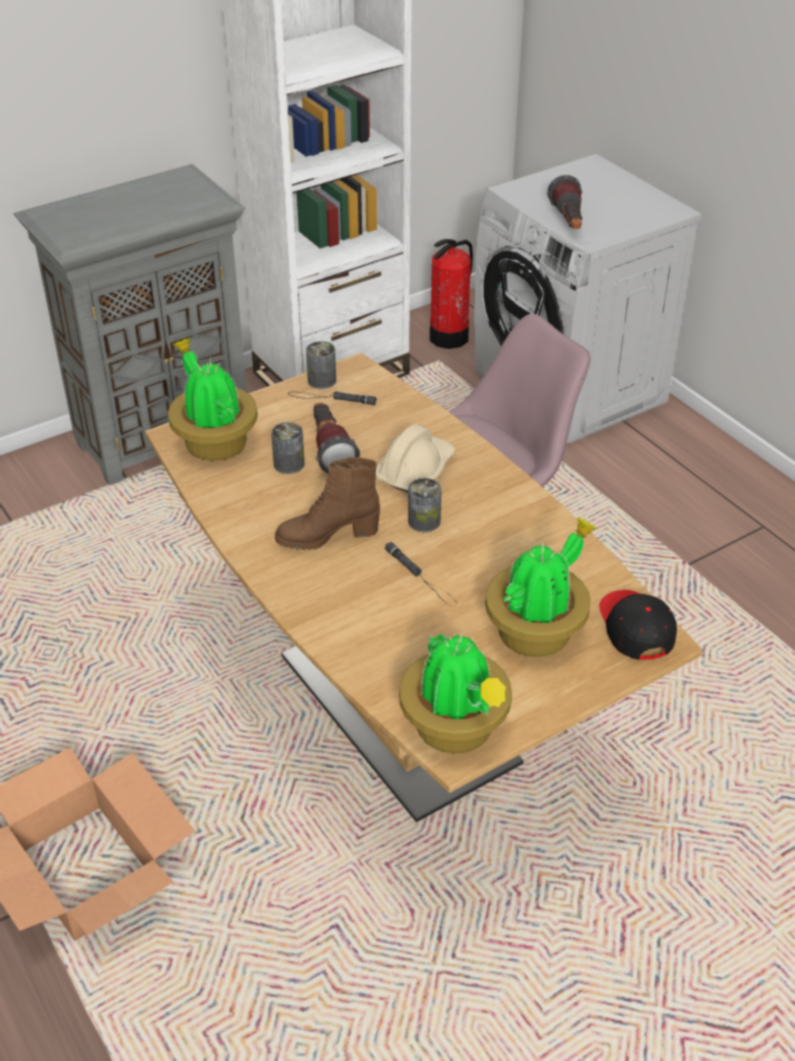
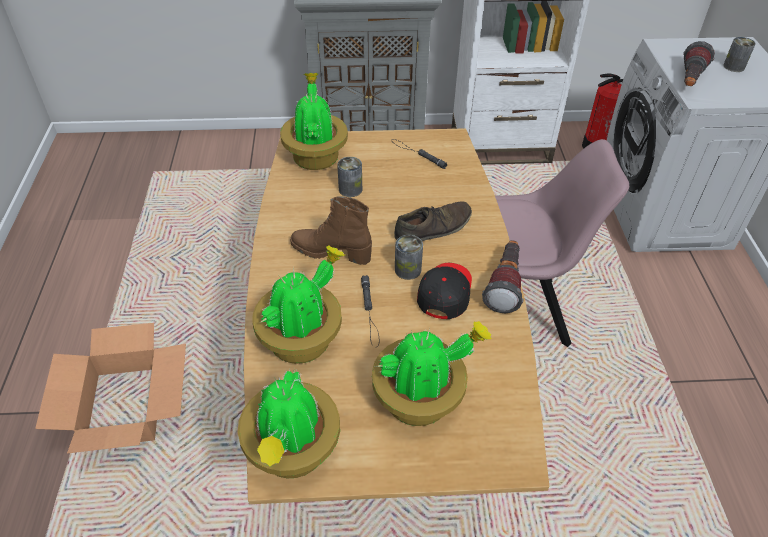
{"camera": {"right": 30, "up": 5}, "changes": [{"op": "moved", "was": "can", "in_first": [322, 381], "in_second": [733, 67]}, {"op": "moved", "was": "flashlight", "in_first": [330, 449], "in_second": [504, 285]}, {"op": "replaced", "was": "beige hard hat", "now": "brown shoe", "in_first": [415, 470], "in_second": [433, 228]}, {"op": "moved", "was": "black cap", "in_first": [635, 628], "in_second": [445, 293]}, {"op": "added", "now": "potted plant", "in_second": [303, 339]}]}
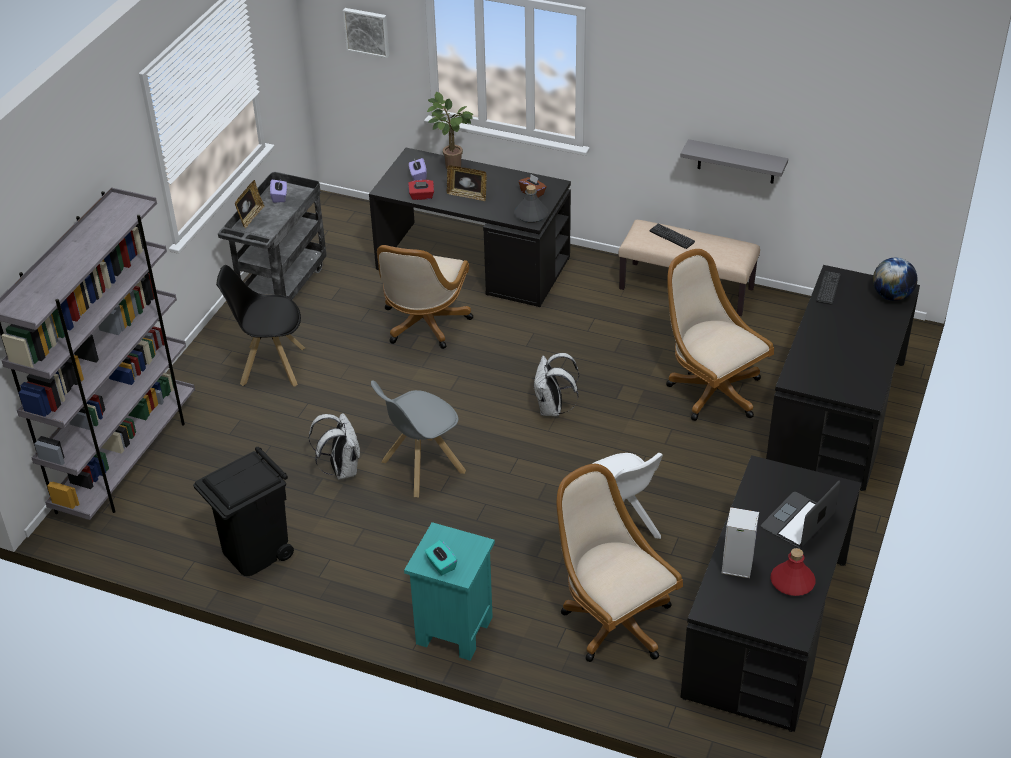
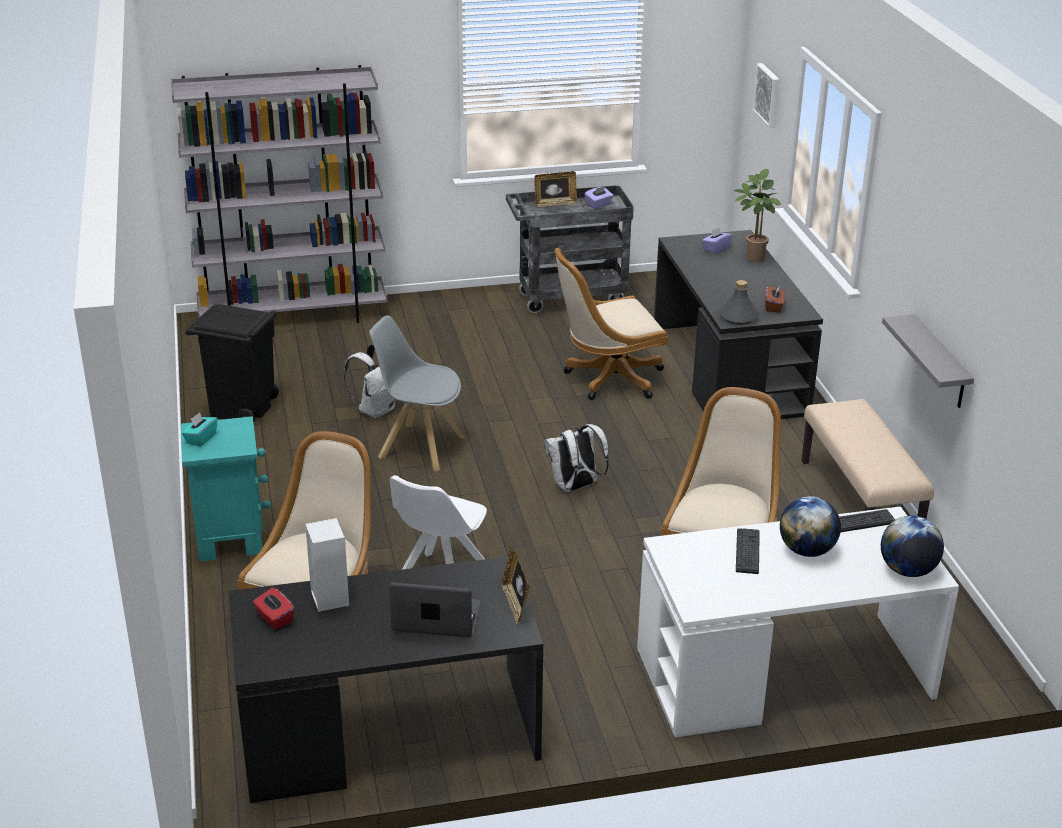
{"camera": {"right": 55, "up": -10}, "changes": [{"op": "moved", "was": "picture frame", "in_first": [467, 195], "in_second": [515, 604]}, {"op": "moved", "was": "red tissue box", "in_first": [421, 196], "in_second": [274, 618]}, {"op": "moved", "was": "keyboard", "in_first": [672, 236], "in_second": [747, 551]}, {"op": "removed", "was": "black chair", "in_first": [270, 365]}, {"op": "recoloured", "was": "black desk", "now": "white desk", "in_first": [837, 413], "in_second": [784, 675]}, {"op": "removed", "was": "red bottle", "in_first": [792, 582]}, {"op": "added", "now": "globe", "in_second": [807, 550]}]}
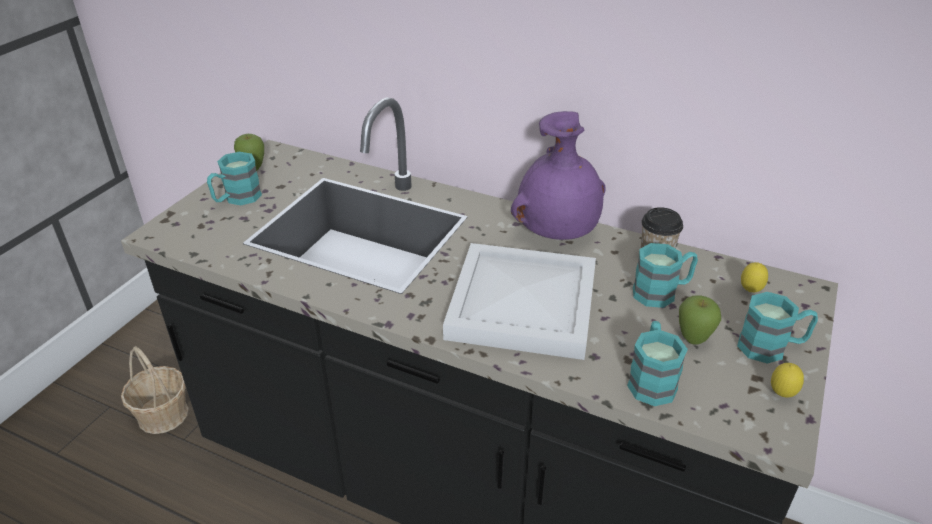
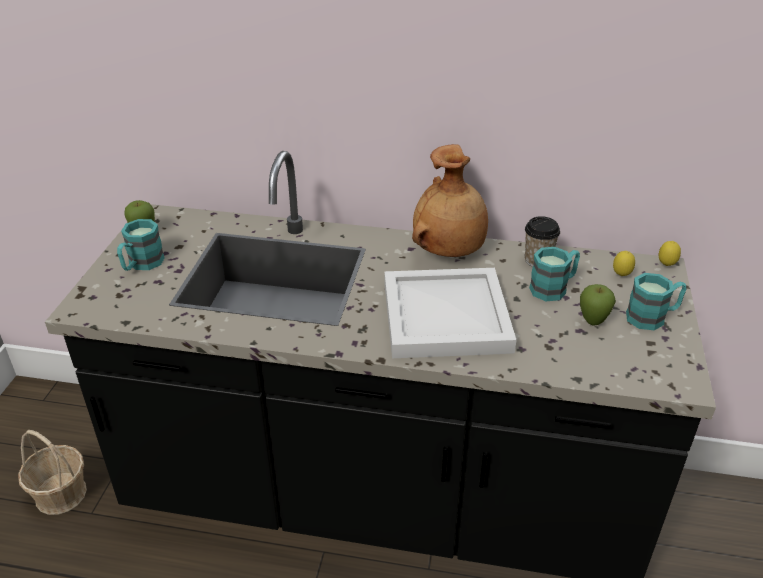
{"camera": {"right": -15, "up": 0}, "changes": [{"op": "recoloured", "was": "purple vase", "now": "brown vase", "in_first": [558, 233], "in_second": [449, 251]}, {"op": "removed", "was": "turquoise mug", "in_first": [651, 379]}, {"op": "moved", "was": "lemon", "in_first": [781, 395], "in_second": [666, 265]}]}
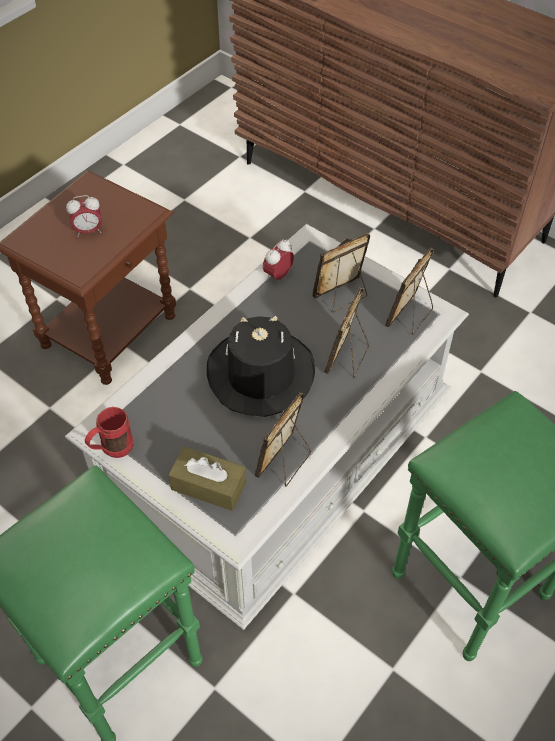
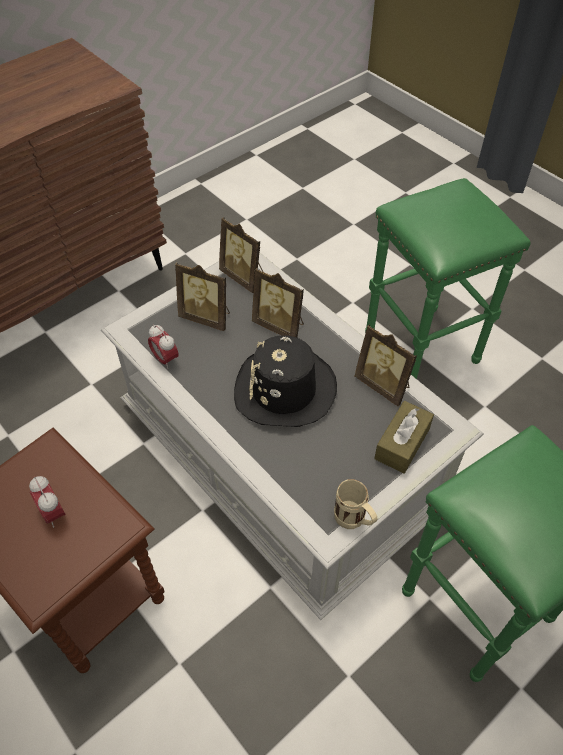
{"camera": {"right": -80, "up": 0}, "changes": [{"op": "turned", "was": "alarm clock", "in_first": [88, 231], "in_second": [53, 513], "clockwise": 150}, {"op": "turned", "was": "picture frame", "in_first": [342, 296], "in_second": [207, 317], "clockwise": -45}, {"op": "recoloured", "was": "red mug", "now": "beige mug", "in_first": [112, 450], "in_second": [354, 521]}]}
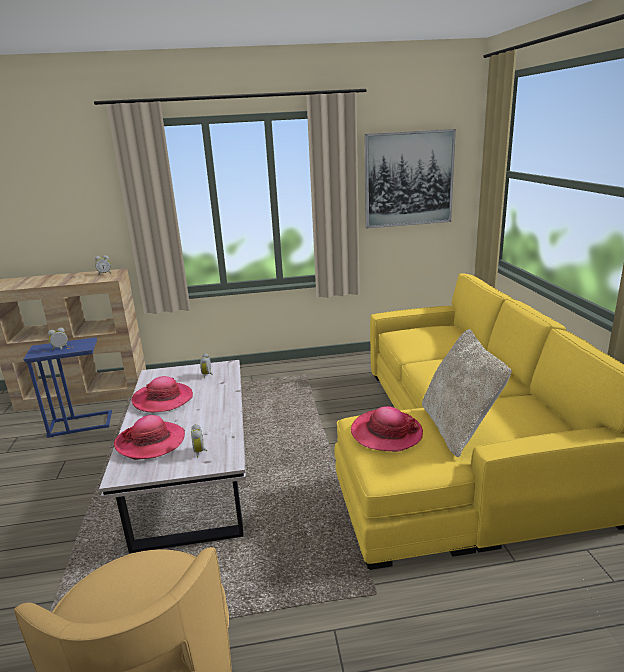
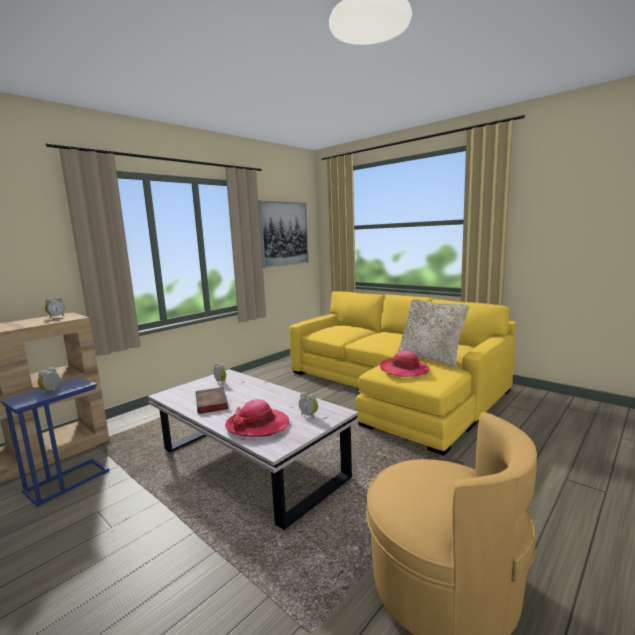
{"camera": {"right": -40, "up": -10}, "changes": [{"op": "replaced", "was": "hat", "now": "book", "in_first": [163, 399], "in_second": [212, 403]}]}
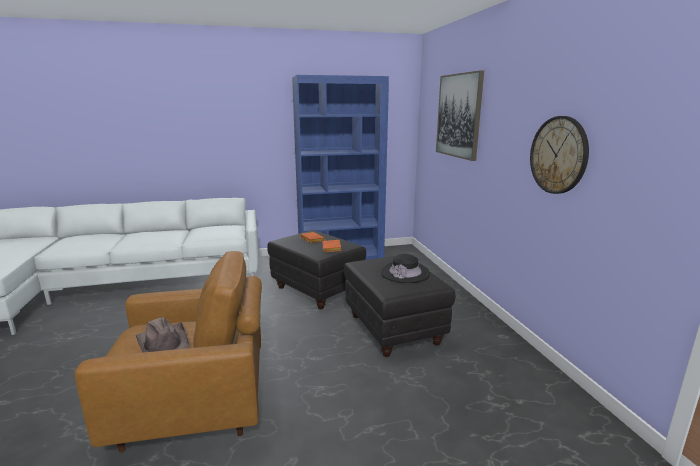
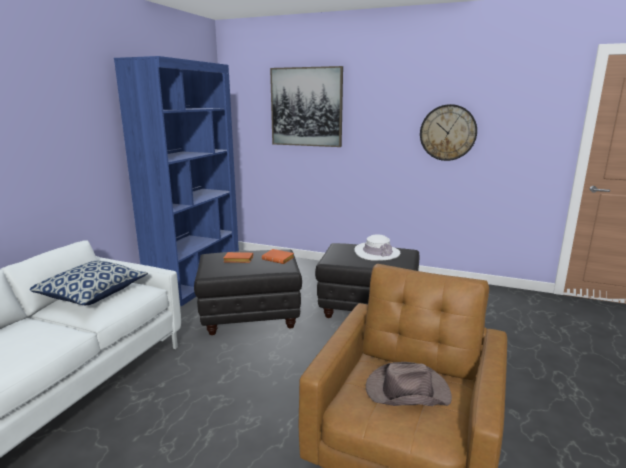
{"camera": {"right": -55, "up": 0}, "changes": [{"op": "recoloured", "was": "black hat", "now": "white hat", "in_first": [405, 273], "in_second": [377, 253]}, {"op": "added", "now": "pillow", "in_second": [92, 294]}]}
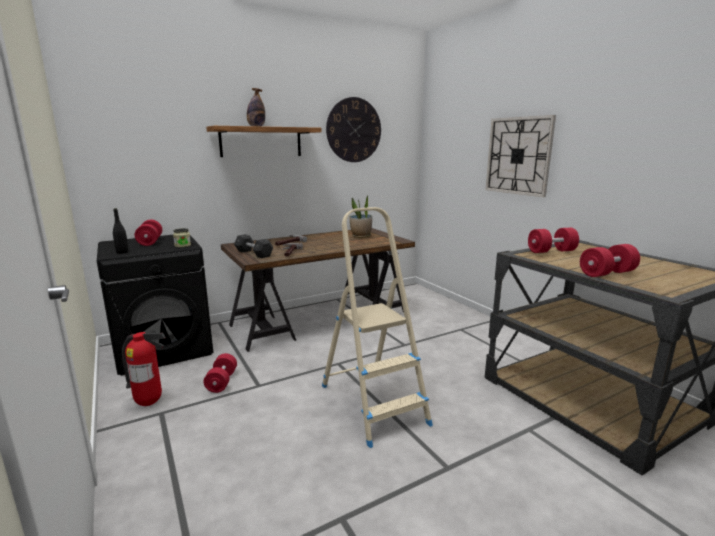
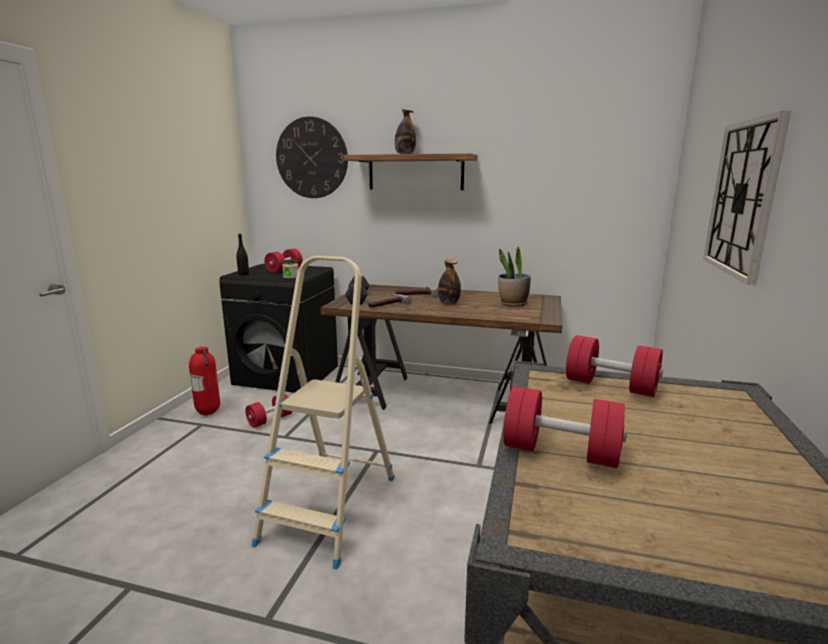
{"camera": {"right": 45, "up": 0}, "changes": [{"op": "moved", "was": "wall clock", "in_first": [354, 130], "in_second": [312, 158]}, {"op": "added", "now": "bottle", "in_second": [448, 303]}]}
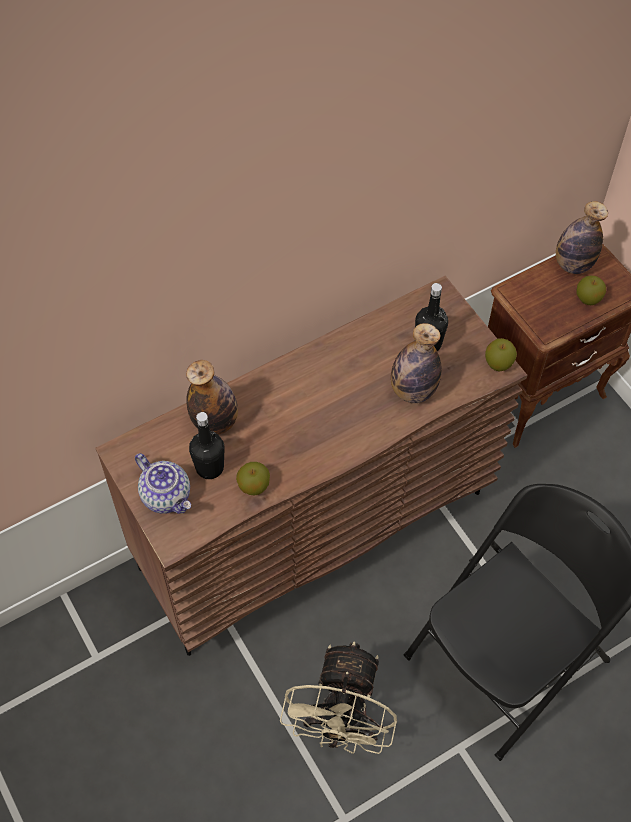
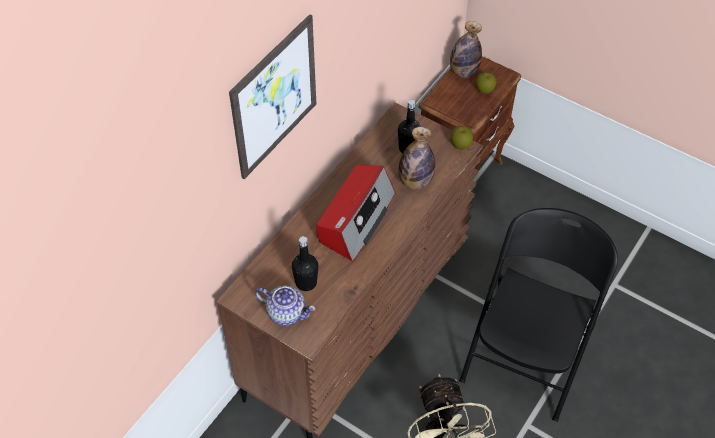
{"camera": {"right": -25, "up": -5}, "changes": [{"op": "removed", "was": "bottle", "in_first": [215, 422]}, {"op": "removed", "was": "apple", "in_first": [254, 486]}, {"op": "added", "now": "picture", "in_second": [274, 97]}, {"op": "added", "now": "radio", "in_second": [355, 219]}]}
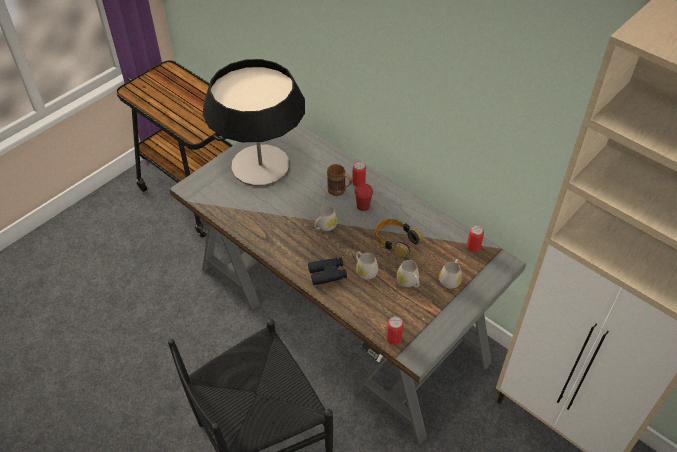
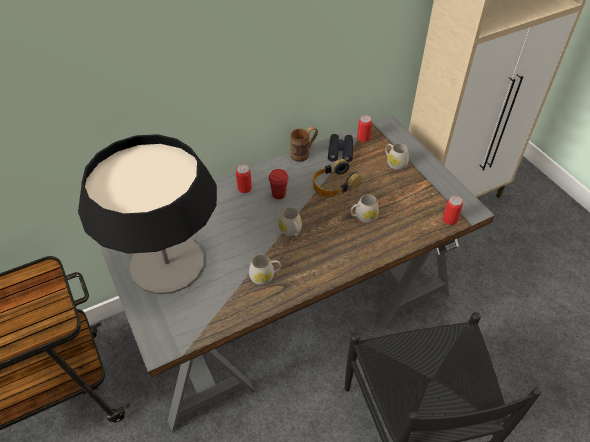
{"camera": {"right": -70, "up": 0}, "changes": [{"op": "moved", "was": "brown mug", "in_first": [340, 192], "in_second": [304, 154]}, {"op": "moved", "was": "black binoculars", "in_first": [327, 274], "in_second": [340, 151]}, {"op": "moved", "was": "white mug", "in_first": [409, 282], "in_second": [265, 276]}]}
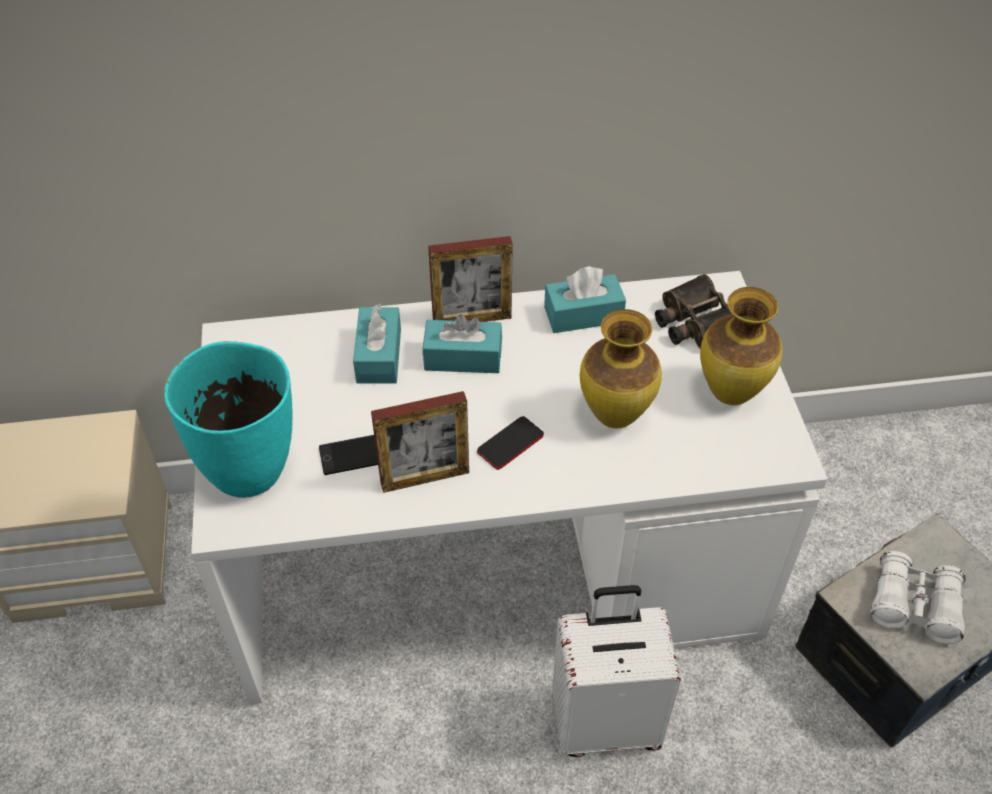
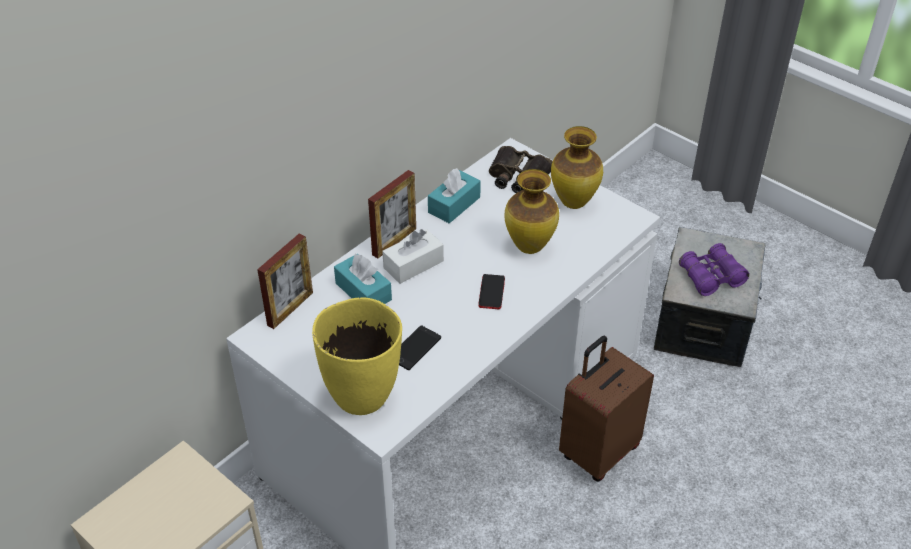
{"camera": {"right": -40, "up": -5}, "changes": [{"op": "recoloured", "was": "turquoise tissue box", "now": "white tissue box", "in_first": [463, 357], "in_second": [413, 264]}, {"op": "recoloured", "was": "turquoise vase", "now": "yellow vase", "in_first": [250, 470], "in_second": [362, 395]}, {"op": "moved", "was": "picture frame", "in_first": [425, 478], "in_second": [290, 309]}, {"op": "recoloured", "was": "white binoculars", "now": "purple binoculars", "in_first": [914, 606], "in_second": [711, 277]}, {"op": "recoloured", "was": "white suitcase", "now": "brown suitcase", "in_first": [606, 721], "in_second": [598, 451]}]}
